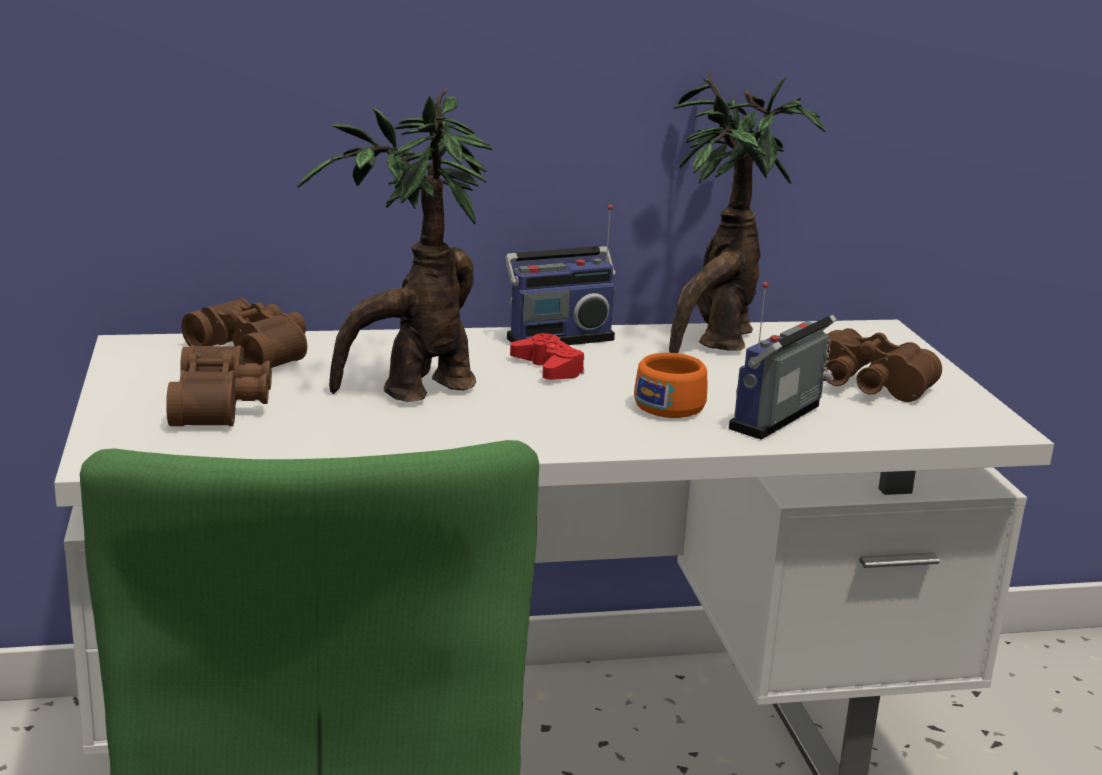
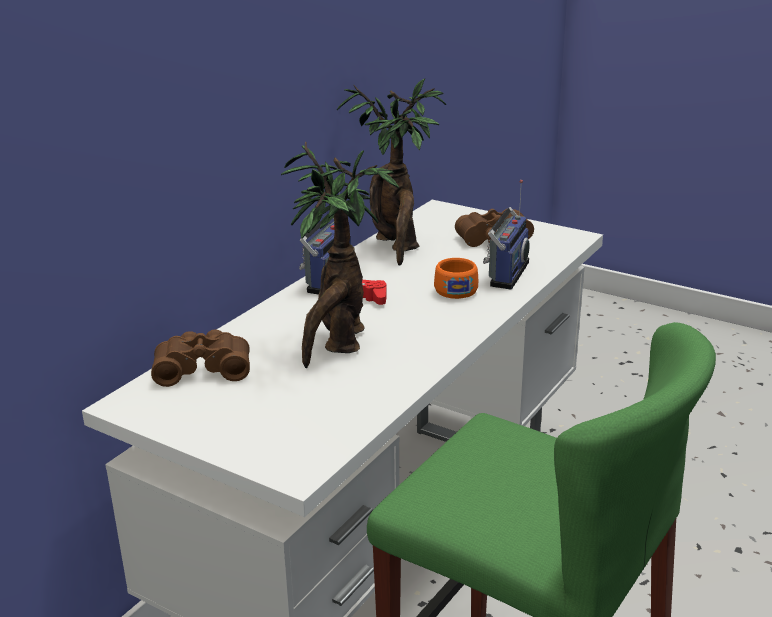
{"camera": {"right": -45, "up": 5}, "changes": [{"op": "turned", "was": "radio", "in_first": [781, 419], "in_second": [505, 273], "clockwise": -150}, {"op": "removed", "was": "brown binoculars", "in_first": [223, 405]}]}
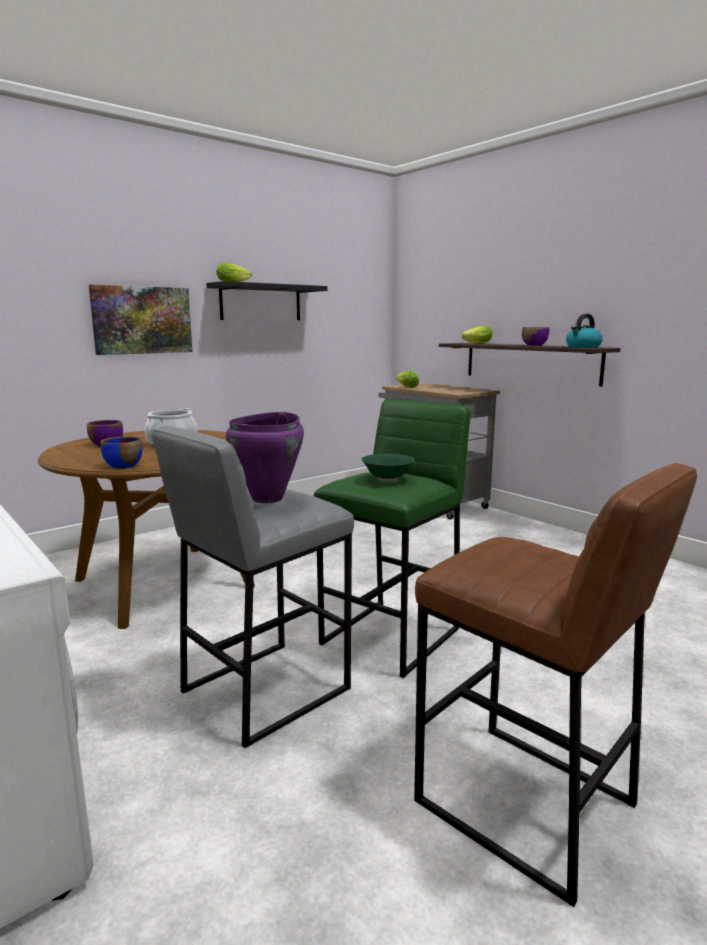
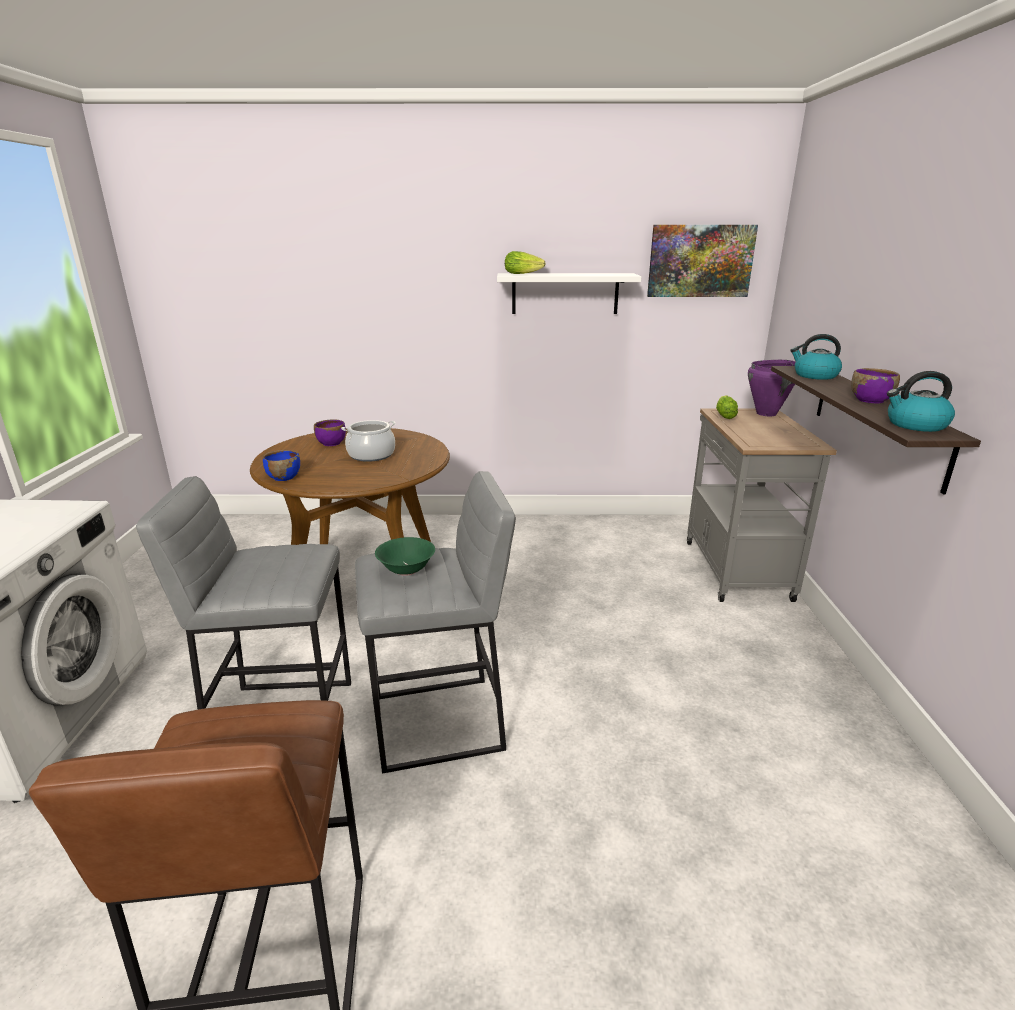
{"camera": {"right": 40, "up": 10}, "changes": [{"op": "recoloured", "was": "black shelf", "now": "white shelf", "in_first": [261, 302], "in_second": [565, 293]}, {"op": "moved", "was": "picture", "in_first": [142, 320], "in_second": [700, 261]}, {"op": "replaced", "was": "lettuce", "now": "kettle", "in_first": [475, 343], "in_second": [814, 375]}, {"op": "recoloured", "was": "green stool", "now": "grey stool", "in_first": [392, 635], "in_second": [440, 722]}, {"op": "moved", "was": "purple cooking pot", "in_first": [268, 498], "in_second": [767, 414]}]}
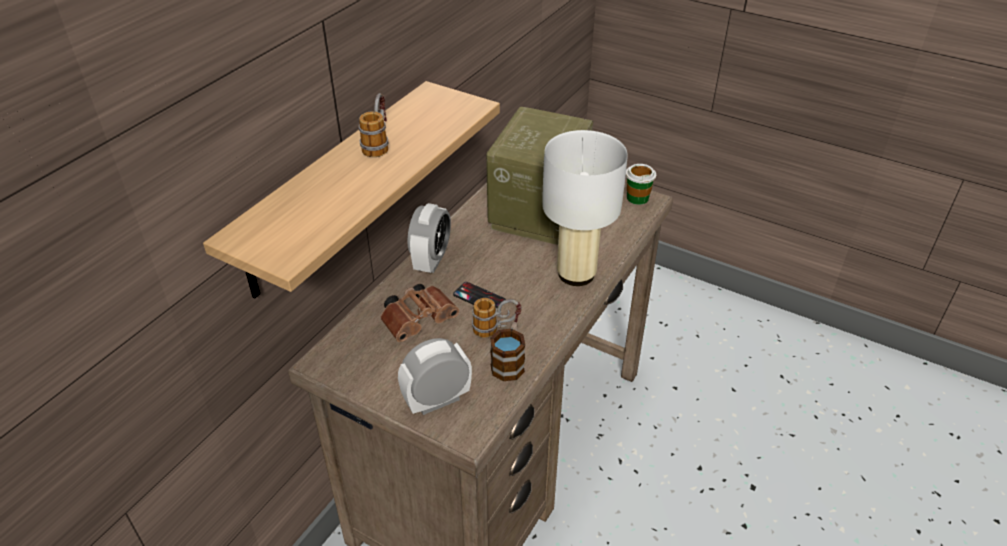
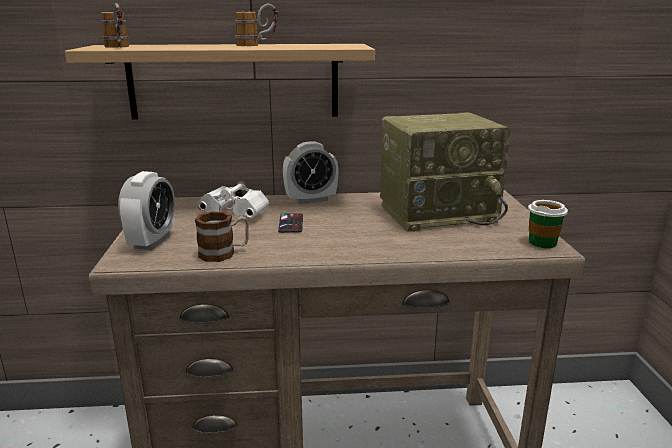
{"camera": {"right": 55, "up": -20}, "changes": [{"op": "removed", "was": "white table lamp", "in_first": [577, 274]}, {"op": "recoloured", "was": "brown binoculars", "now": "white binoculars", "in_first": [420, 320], "in_second": [238, 214]}, {"op": "moved", "was": "mug", "in_first": [496, 329], "in_second": [119, 47]}, {"op": "turned", "was": "alarm clock", "in_first": [437, 400], "in_second": [152, 242], "clockwise": 75}]}
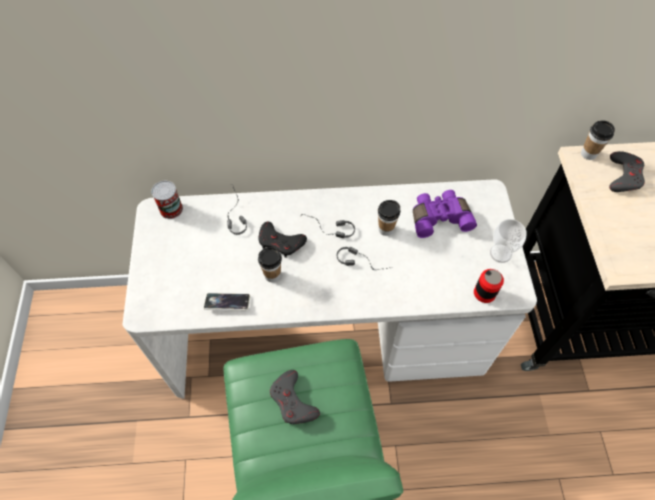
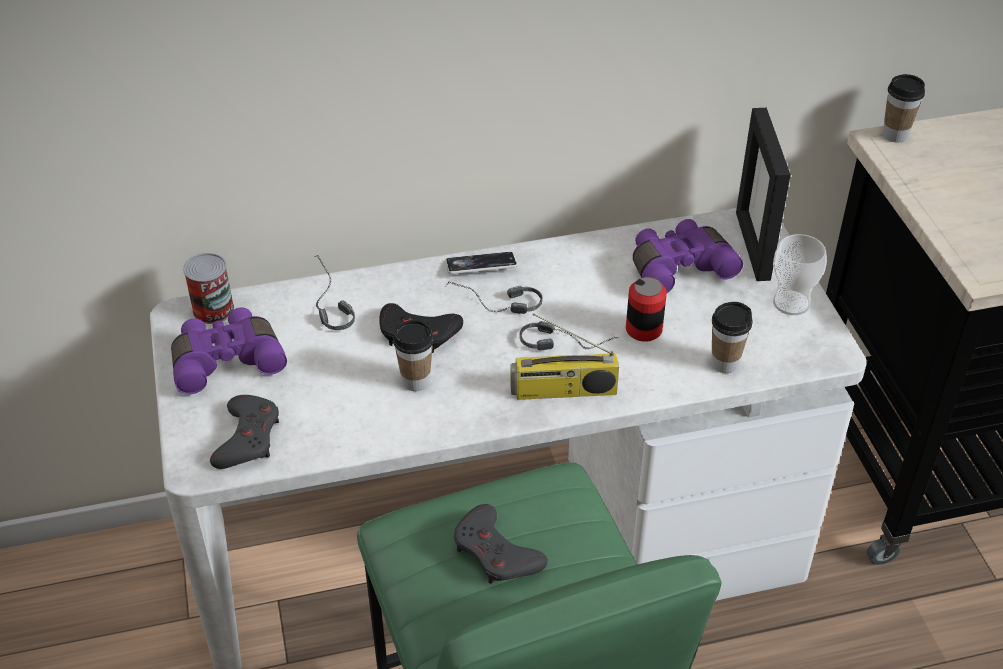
{"camera": {"right": -10, "up": -15}, "changes": [{"op": "moved", "was": "grey game controller", "in_first": [624, 176], "in_second": [247, 437]}, {"op": "moved", "was": "cup", "in_first": [386, 229], "in_second": [724, 363]}, {"op": "moved", "was": "can", "in_first": [484, 293], "in_second": [643, 329]}, {"op": "moved", "was": "phone", "in_first": [227, 303], "in_second": [481, 266]}, {"op": "added", "now": "picture frame", "in_second": [755, 245]}, {"op": "added", "now": "purple binoculars", "in_second": [226, 359]}, {"op": "added", "now": "radio", "in_second": [563, 391]}]}
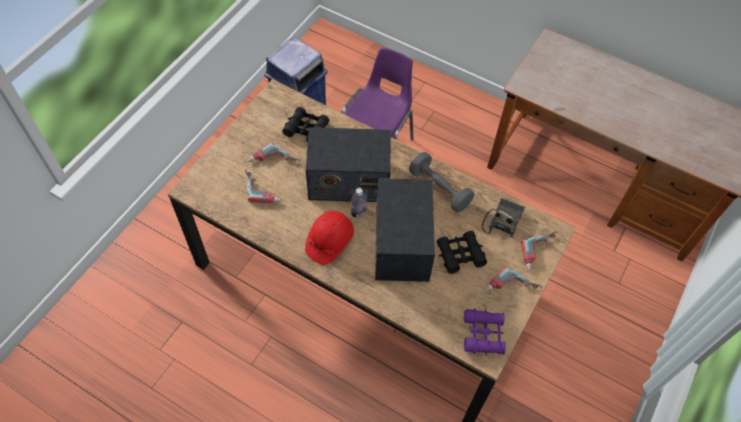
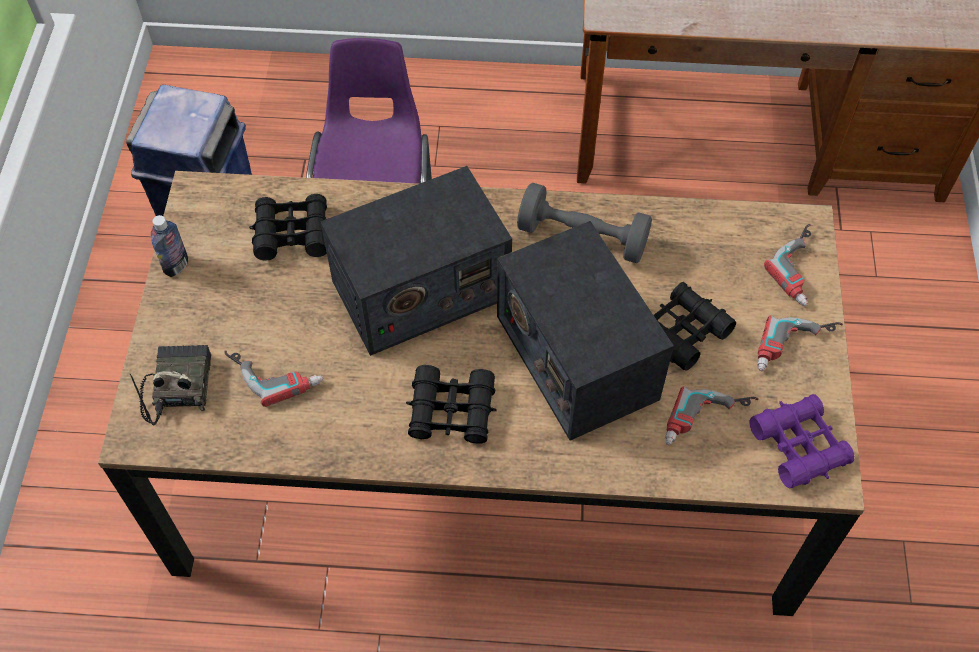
{"camera": {"right": -25, "up": 0}, "changes": [{"op": "moved", "was": "power drill", "in_first": [274, 162], "in_second": [709, 424]}, {"op": "moved", "was": "bottle", "in_first": [358, 212], "in_second": [176, 266]}, {"op": "moved", "was": "radio", "in_first": [502, 220], "in_second": [177, 387]}, {"op": "replaced", "was": "red hard hat", "now": "black binoculars", "in_first": [329, 241], "in_second": [452, 411]}]}
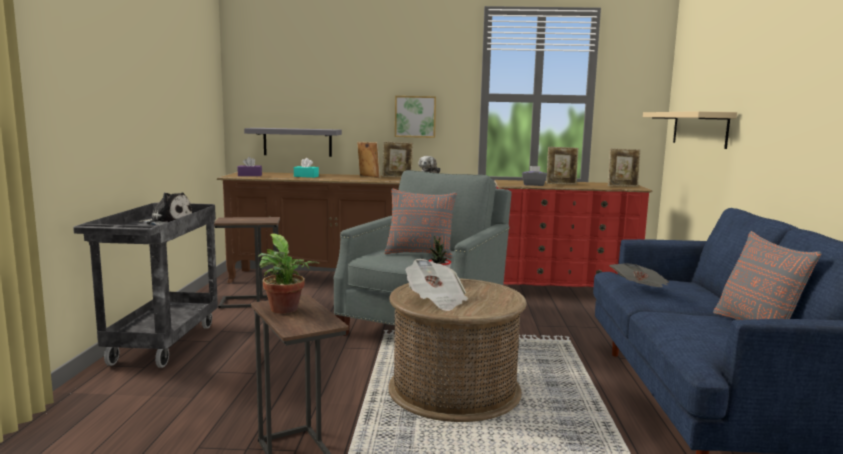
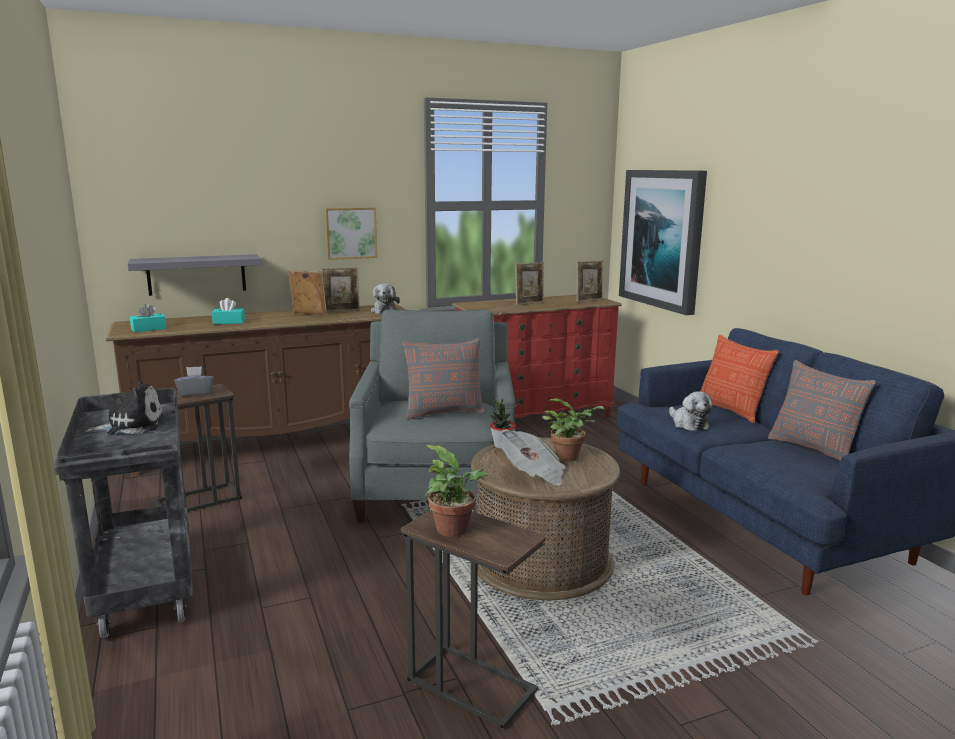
{"camera": {"right": -25, "up": 5}, "changes": [{"op": "replaced", "was": "beige shelf", "now": "picture", "in_first": [699, 129], "in_second": [662, 238]}, {"op": "recoloured", "was": "purple tissue box", "now": "turquoise tissue box", "in_first": [250, 175], "in_second": [148, 329]}, {"op": "moved", "was": "grey tissue box", "in_first": [533, 185], "in_second": [196, 393]}, {"op": "replaced", "was": "newspaper", "now": "plush toy", "in_first": [639, 291], "in_second": [688, 424]}, {"op": "added", "now": "orange pillow", "in_second": [731, 411]}, {"op": "added", "now": "potted plant", "in_second": [570, 457]}]}
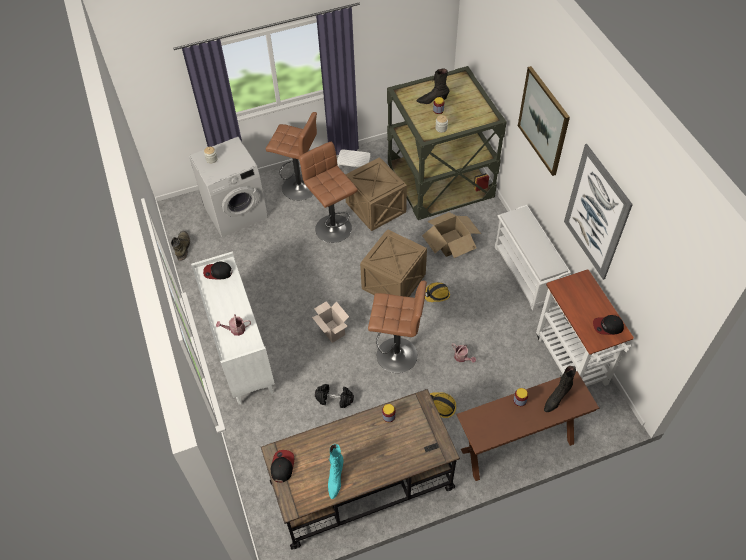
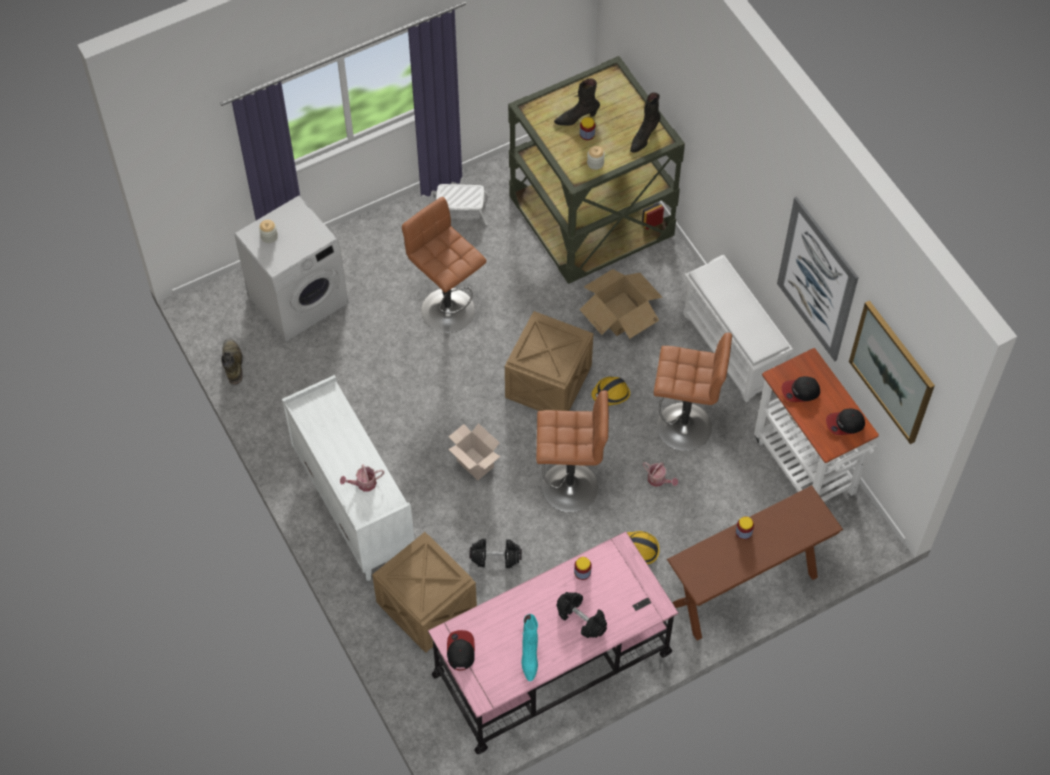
{"camera": {"right": -10, "up": 5}, "changes": [{"op": "moved", "was": "picture", "in_first": [543, 121], "in_second": [892, 372]}, {"op": "moved", "was": "brown stool", "in_first": [299, 188], "in_second": [684, 427]}, {"op": "moved", "was": "crate", "in_first": [375, 207], "in_second": [425, 605]}, {"op": "moved", "was": "cap", "in_first": [217, 272], "in_second": [800, 391]}, {"op": "moved", "was": "black boot", "in_first": [556, 398], "in_second": [643, 138]}, {"op": "recoloured", "was": "brown desk", "now": "pink desk", "in_first": [362, 485], "in_second": [552, 664]}, {"op": "added", "now": "black dumbbell", "in_second": [581, 619]}]}
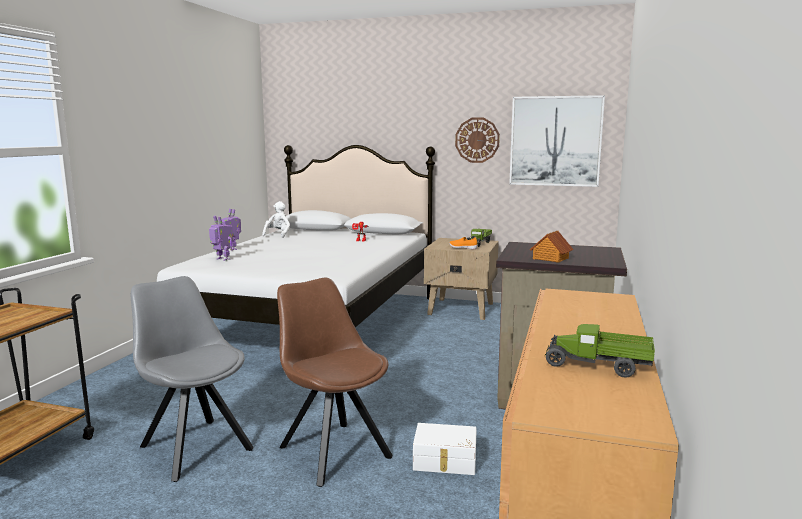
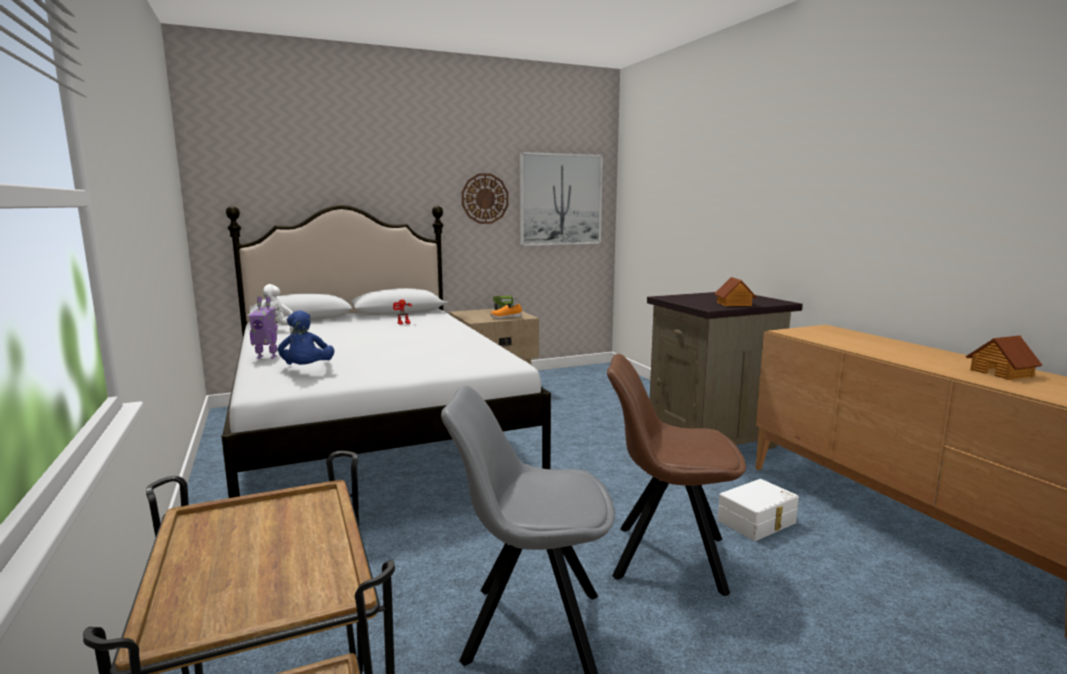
{"camera": {"right": -40, "up": 0}, "changes": [{"op": "replaced", "was": "toy robot", "now": "blue plush toy", "in_first": [222, 259], "in_second": [307, 370]}, {"op": "replaced", "was": "toy truck", "now": "toy house", "in_first": [598, 367], "in_second": [1002, 373]}]}
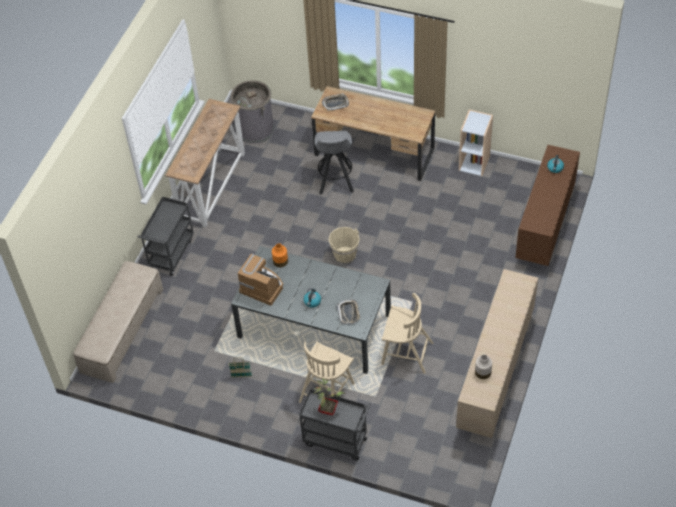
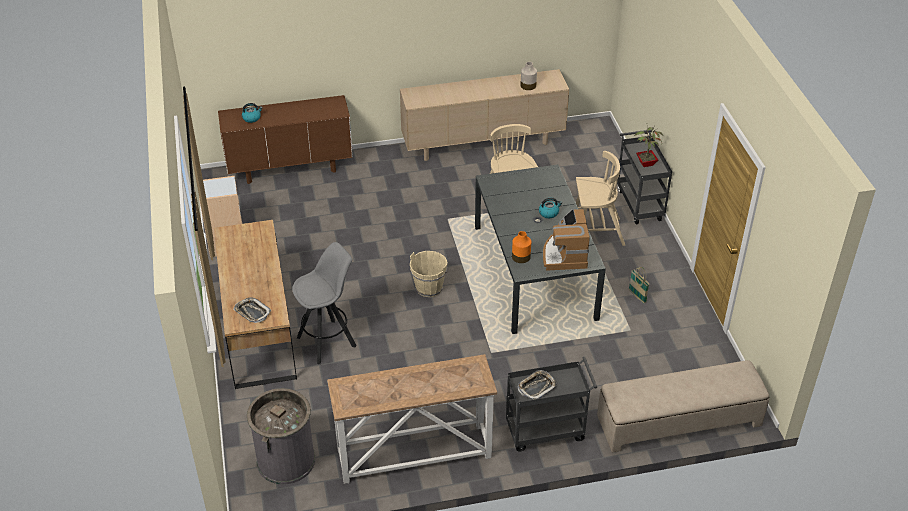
{"camera": {"right": -125, "up": -10}, "changes": [{"op": "moved", "was": "tray", "in_first": [349, 313], "in_second": [536, 387]}]}
